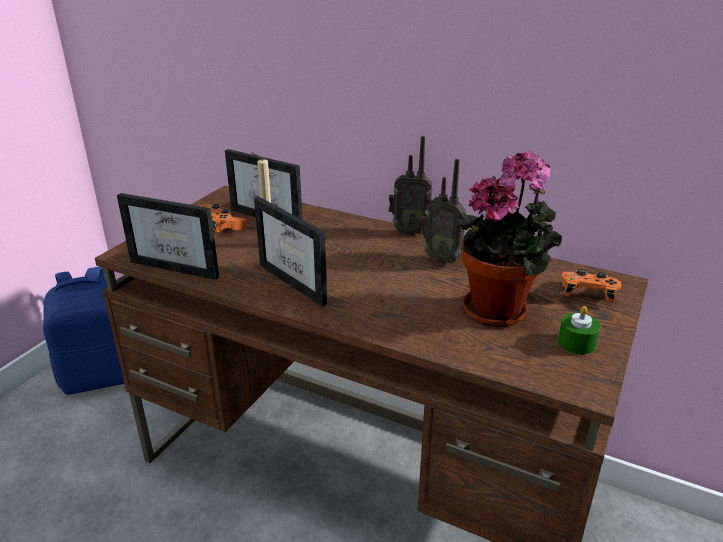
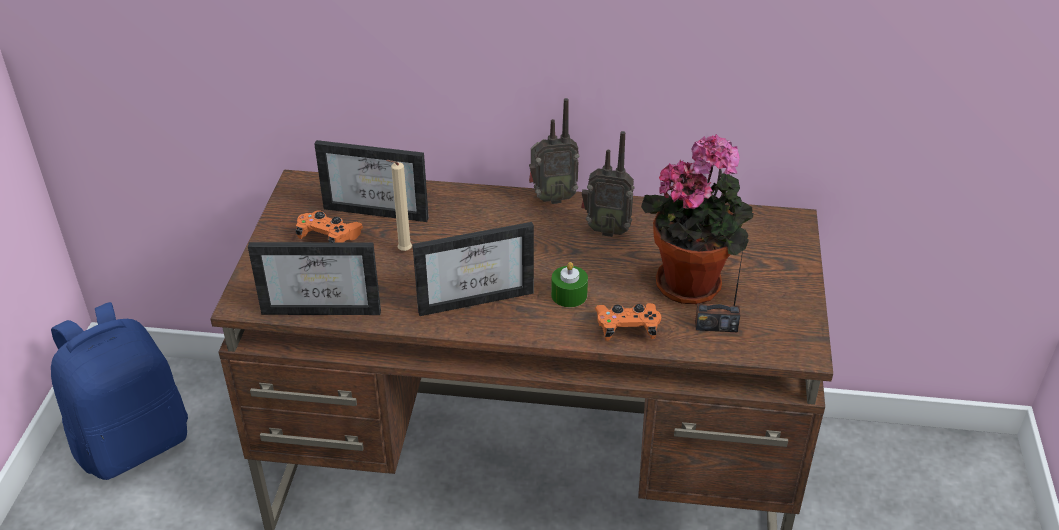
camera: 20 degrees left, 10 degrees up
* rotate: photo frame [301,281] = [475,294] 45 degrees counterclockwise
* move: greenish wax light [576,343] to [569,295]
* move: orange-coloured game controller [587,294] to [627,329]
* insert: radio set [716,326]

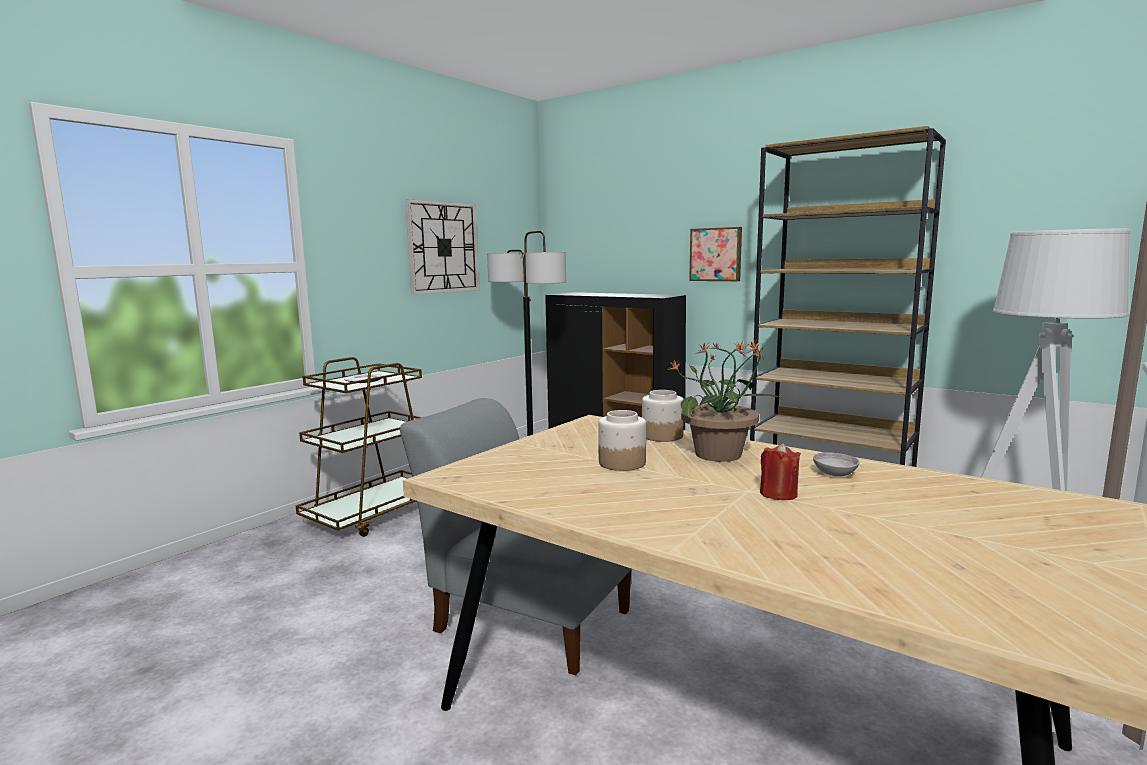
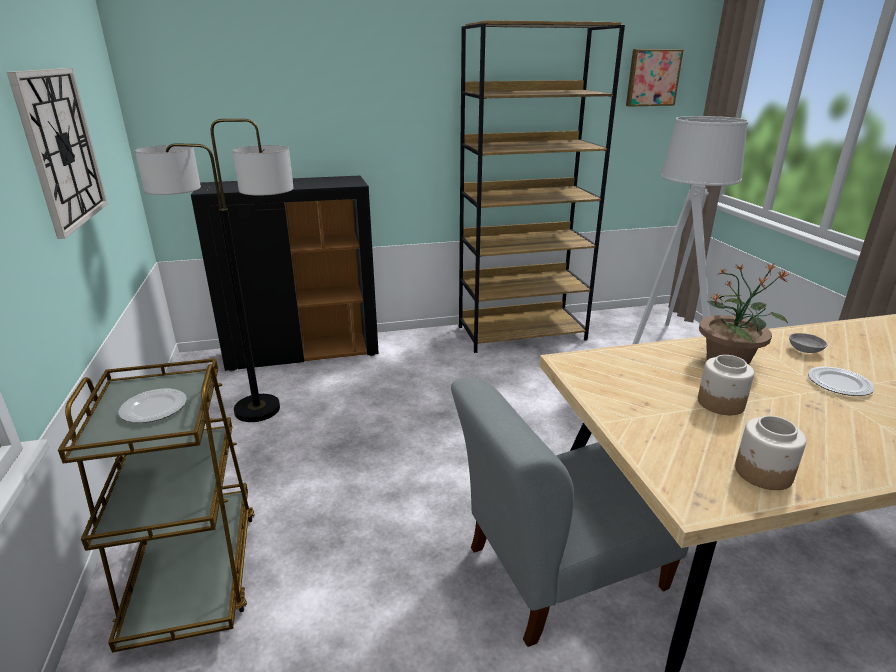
camera: 50 degrees left, 15 degrees up
* move: wall picture [716,254] to [652,77]
* move: jar [661,436] to [763,473]
* replace: reddish wax light [778,494] to dinner plate [839,384]

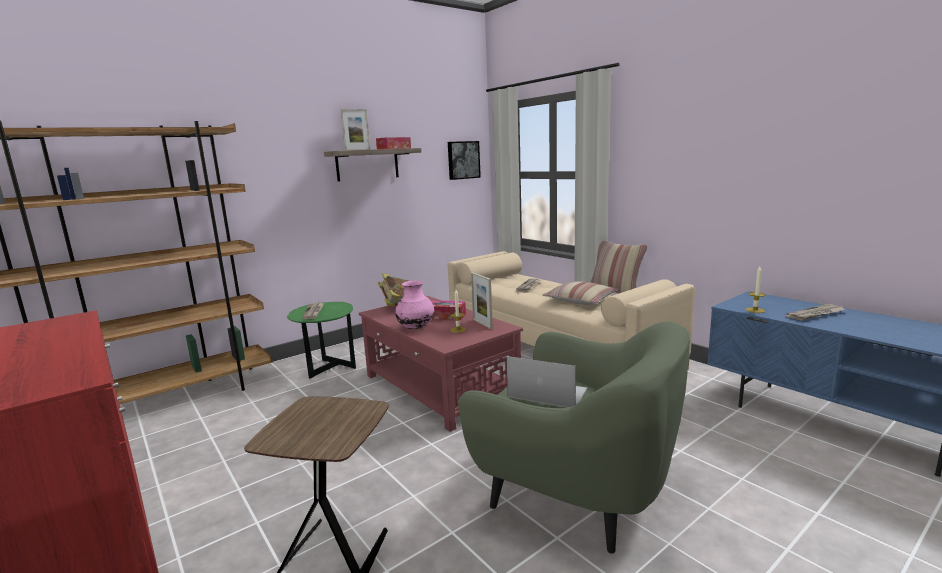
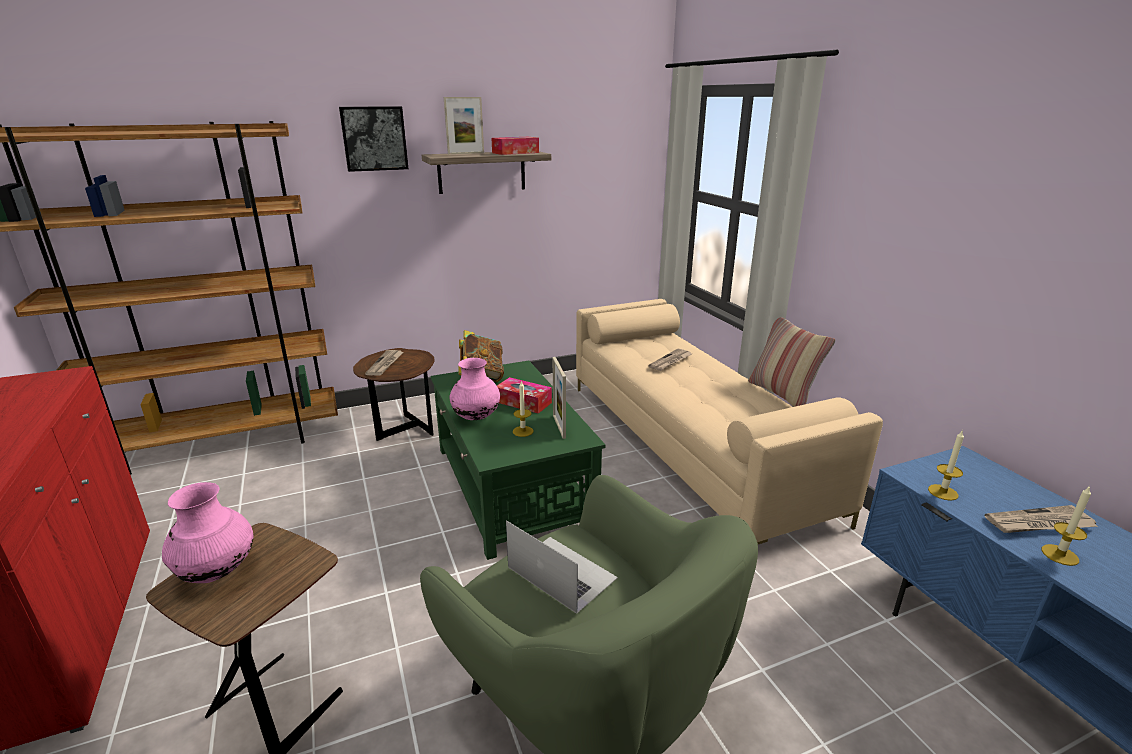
camera: 15 degrees right, 10 degrees up
* insert: pink vase [217,572]
* move: wall picture [463,160] to [374,138]
* recolor: greenish side table [328,370] to brown side table [403,431]
* recolor: reddish coffee table [439,387] to greenish coffee table [511,486]
* insert: wax light [1060,555]
* delete: cushion [580,300]

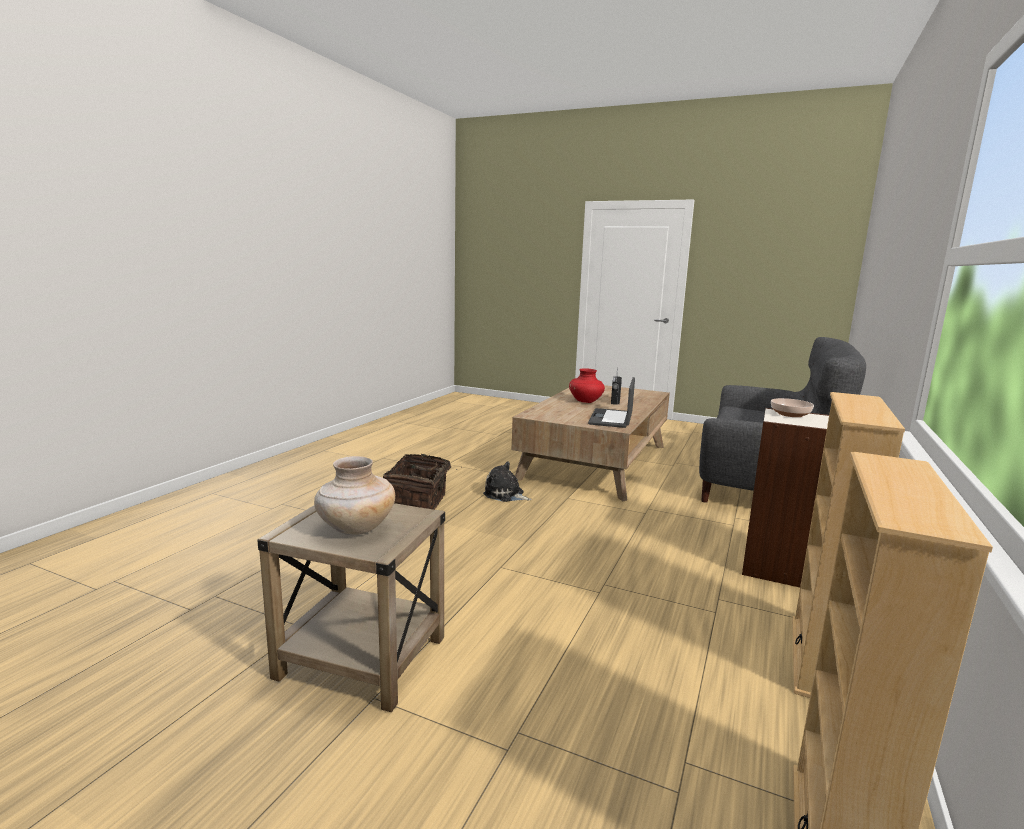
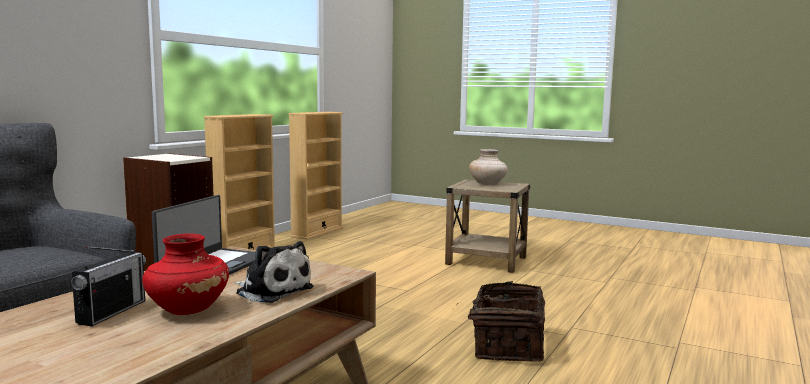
camera: 175 degrees left, 5 degrees down
* move: cuddly toy [505,495] to [272,291]
* delete: deep dish [790,414]

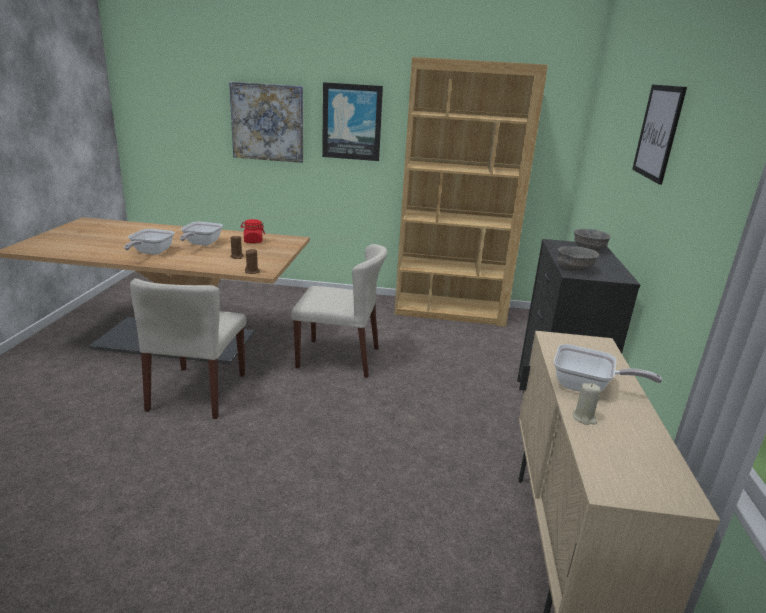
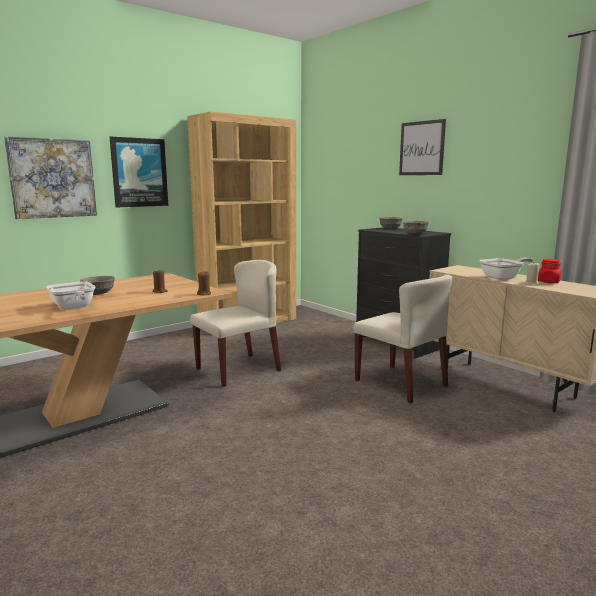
camera: 45 degrees left, 10 degrees down
* replace: skillet [201,244] to greyish deep dish [98,294]
* move: beige-coloured chair [198,392] to [401,383]
* move: reddish jar [253,241] to [548,282]

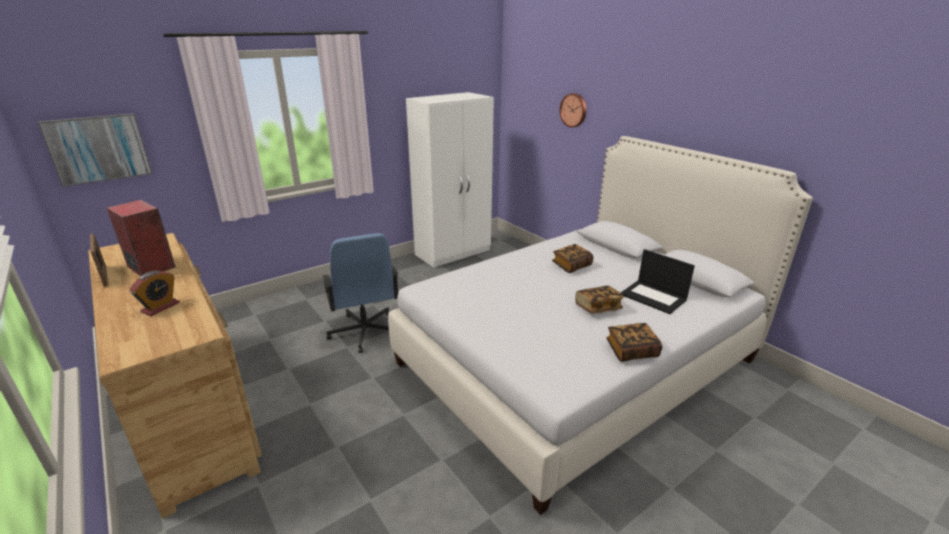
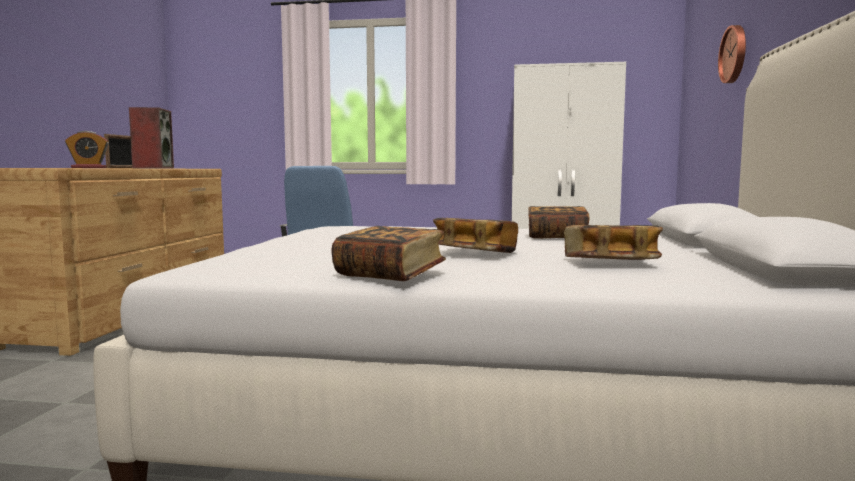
camera: 45 degrees right, 20 degrees down
* replace: laptop [654,297] to book [610,263]
* delete: wall picture [98,148]

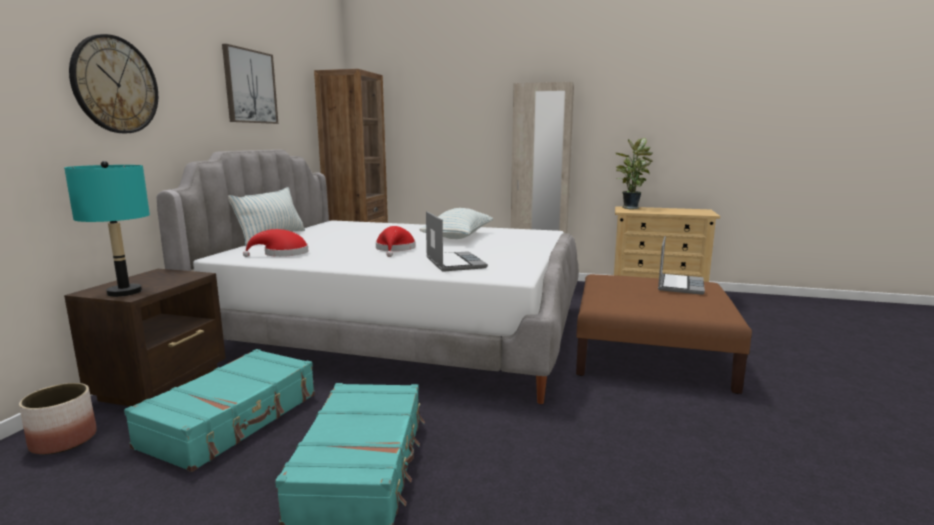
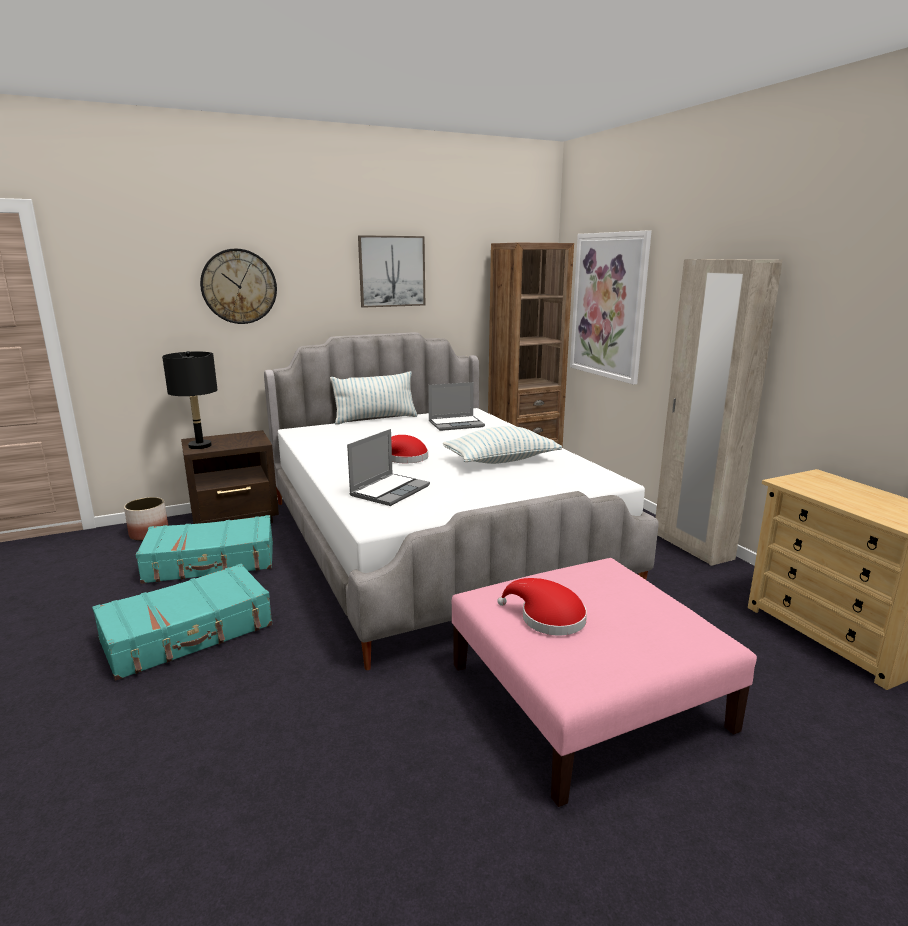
camera: 50 degrees right, 5 degrees up
* recolor: turquoise table lamp [124,292] to black-coloured table lamp [199,446]
* move: laptop [679,285] to [456,424]
* recolor: brown footrest [649,354] to pink footrest [586,696]
* move: reddish hat [282,254] to [547,618]
* insert: wall picture [608,306]
* delete: plant in a pot [630,208]

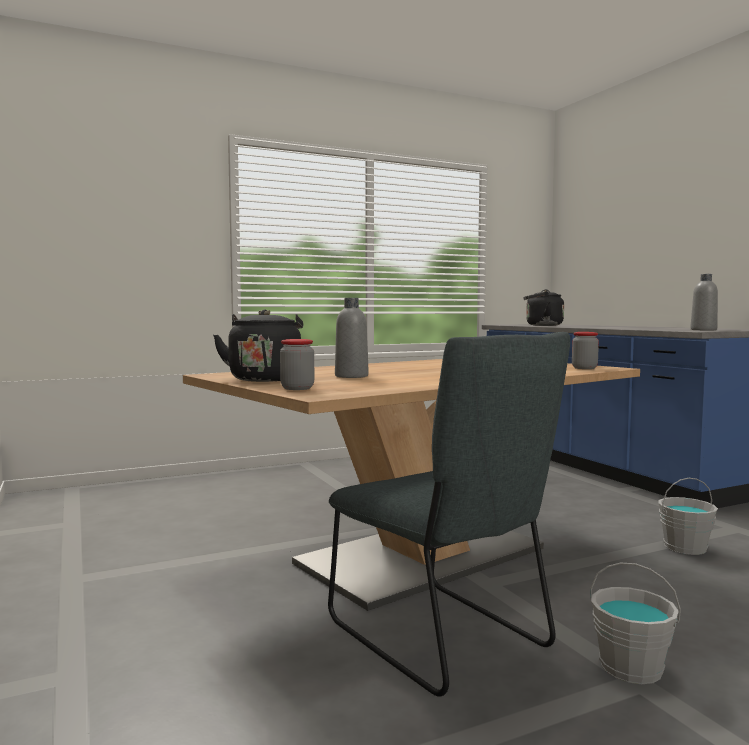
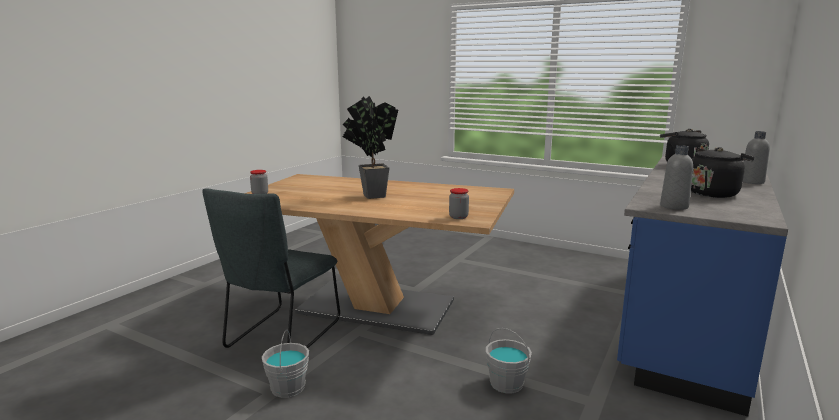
camera: 55 degrees right, 10 degrees up
* insert: plant in a pot [370,195]
* move: black-coloured kettle [265,379] to [713,193]
* move: greyish beverage bottle [351,376] to [751,182]

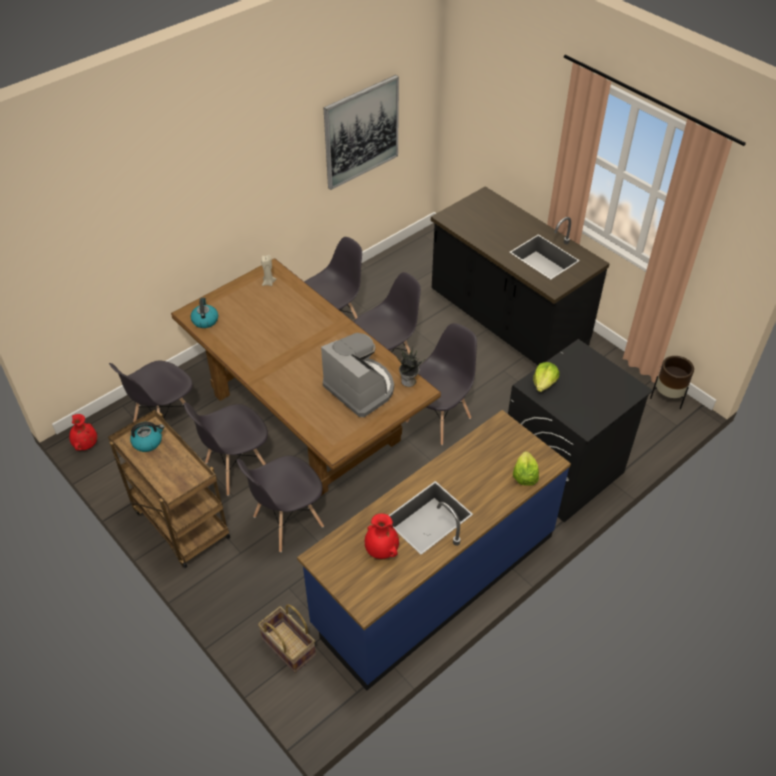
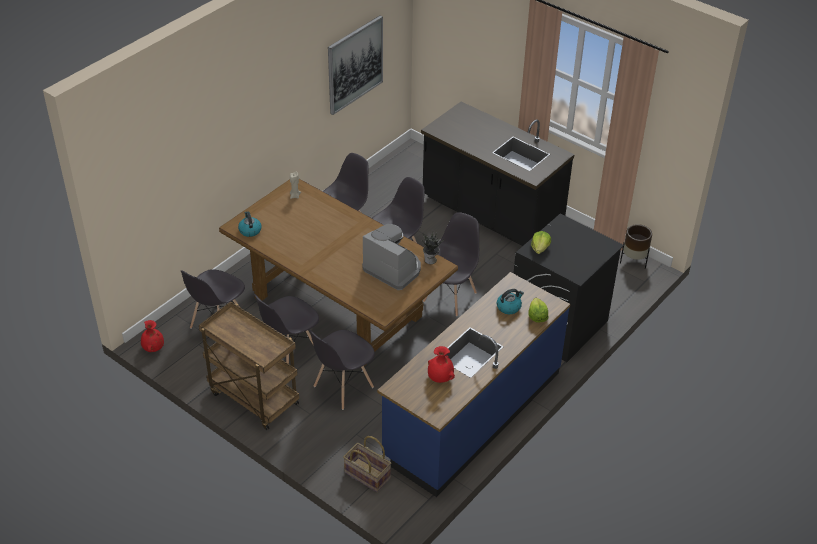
camera: 10 degrees left, 5 degrees down
* move: kettle [148,442] to [509,307]

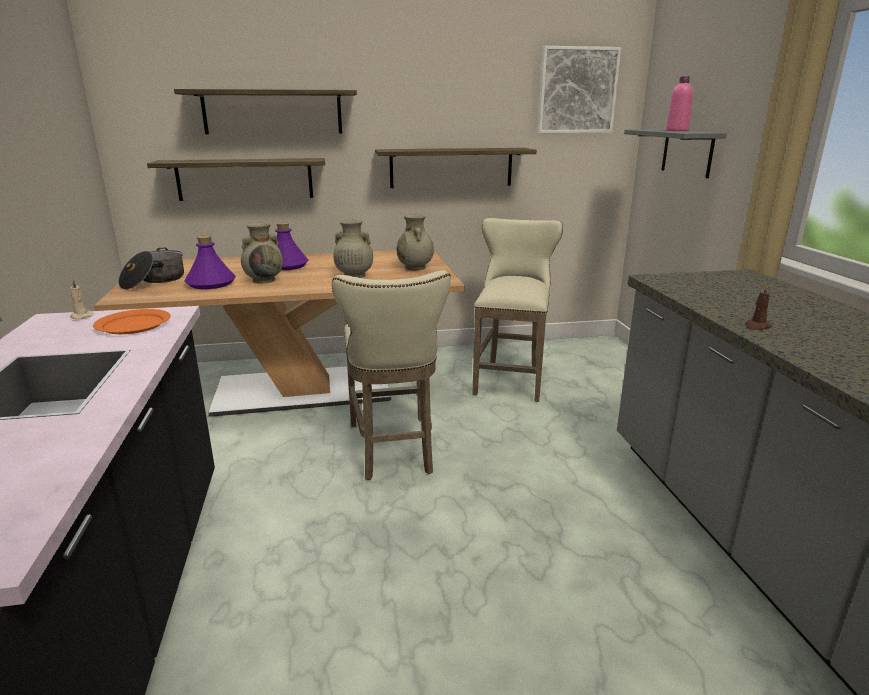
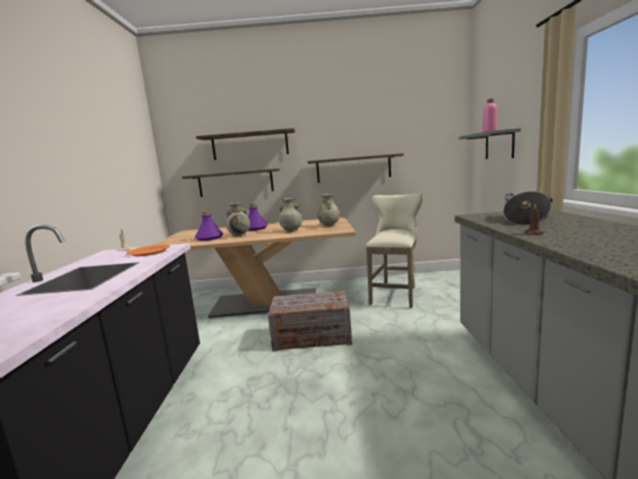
camera: 10 degrees right, 10 degrees down
* replace: beige-coloured stool [392,451] to crate [311,336]
* move: saucepot [154,281] to [525,219]
* delete: wall picture [577,90]

